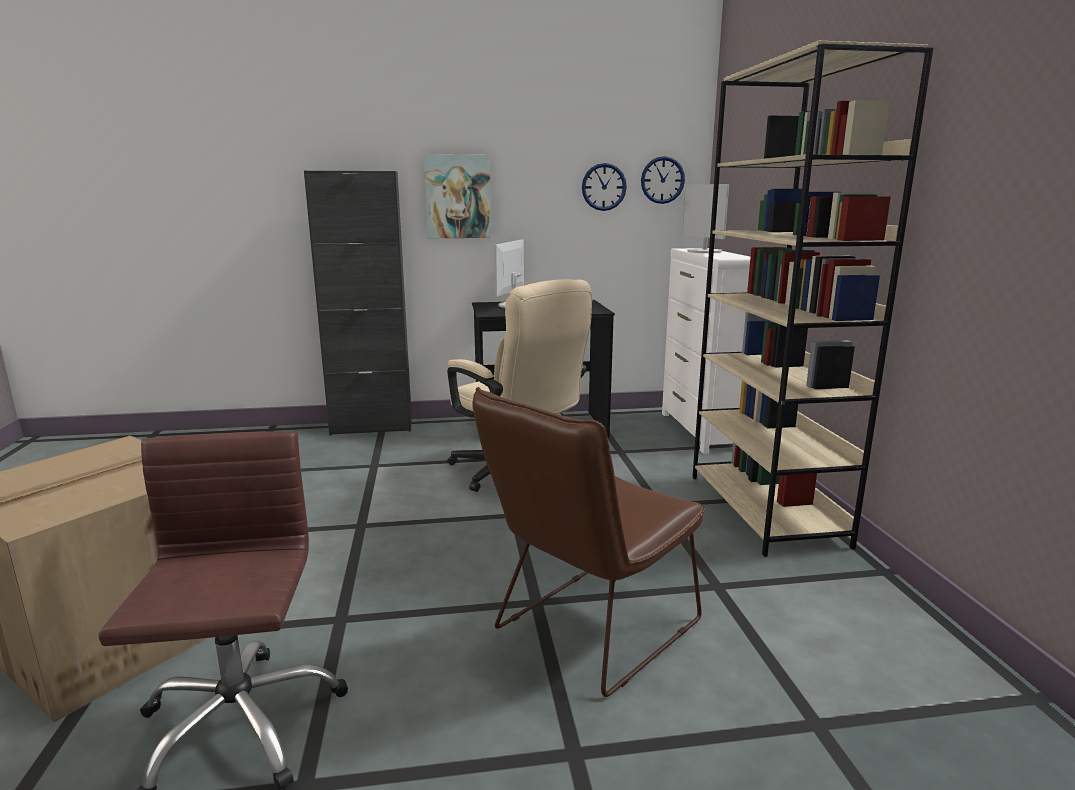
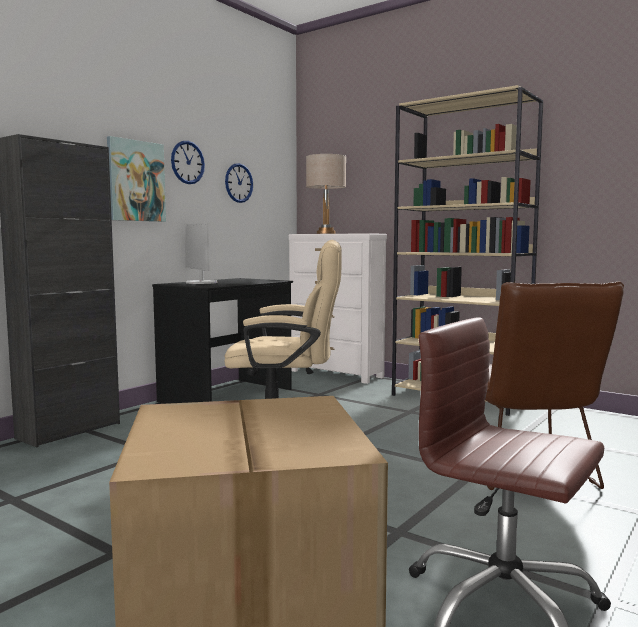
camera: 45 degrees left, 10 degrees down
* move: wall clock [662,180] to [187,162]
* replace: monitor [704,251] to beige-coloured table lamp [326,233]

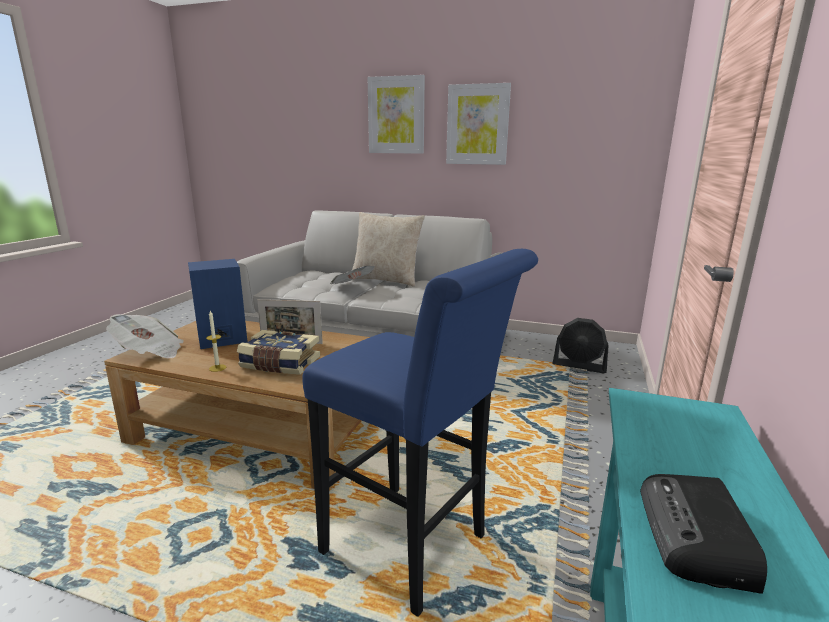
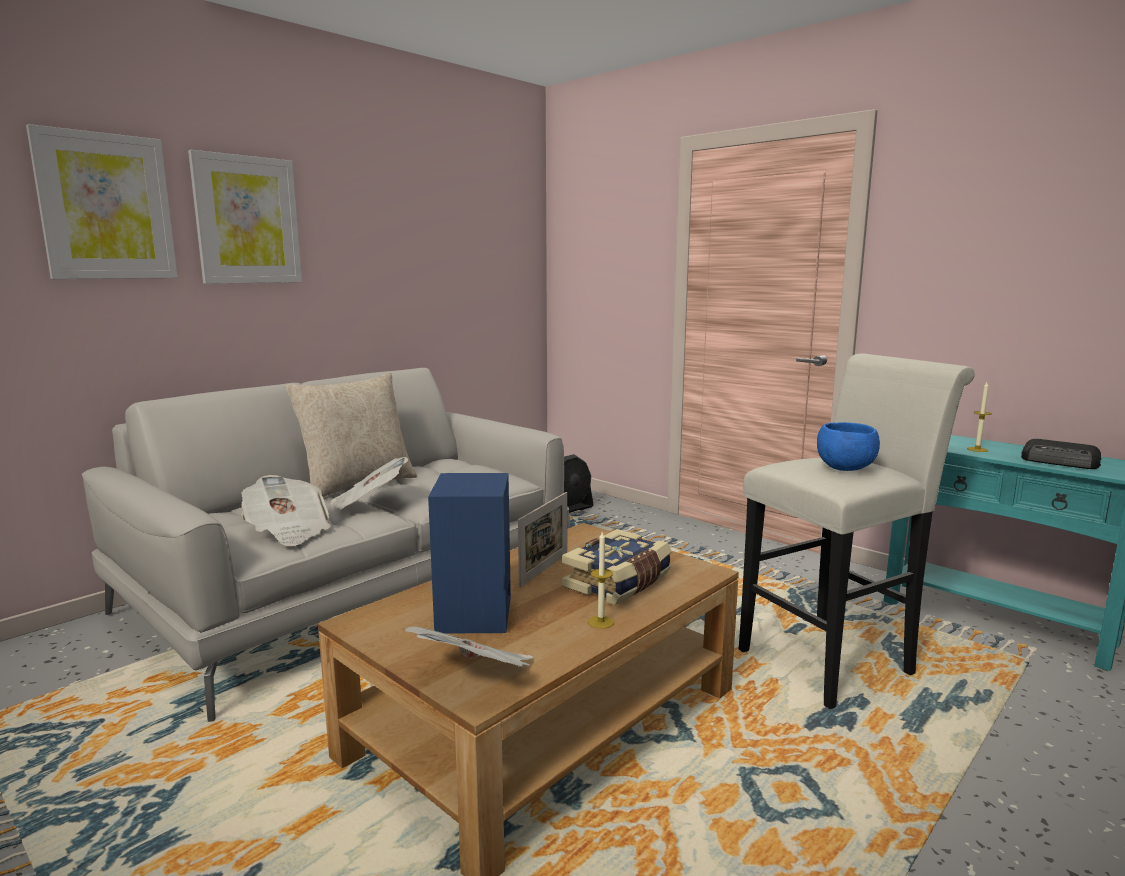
camera: 65 degrees left, 5 degrees down
* move: wall picture [477,125] to [106,207]
* insert: newspaper [288,531]
* recolor: blue-coloured stool [413,550] to whitish stool [833,659]
* insert: blue-coloured deep dish [845,469]
* insert: wax light [977,449]

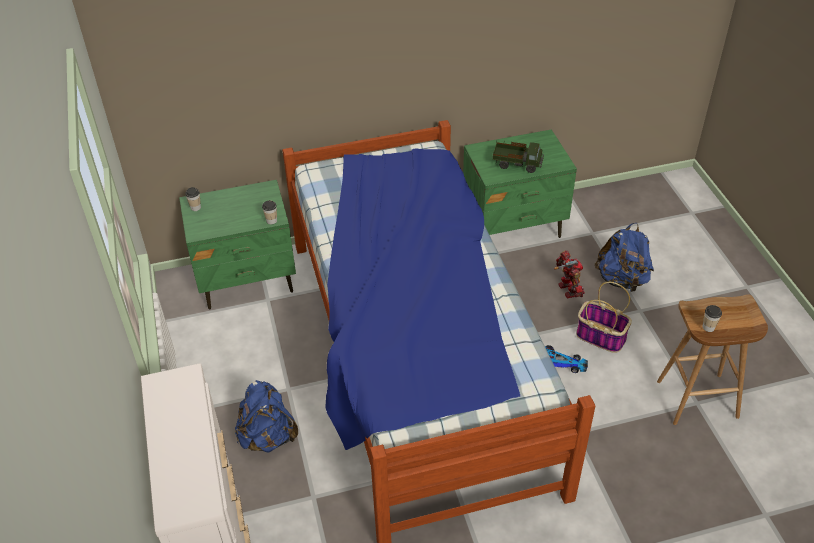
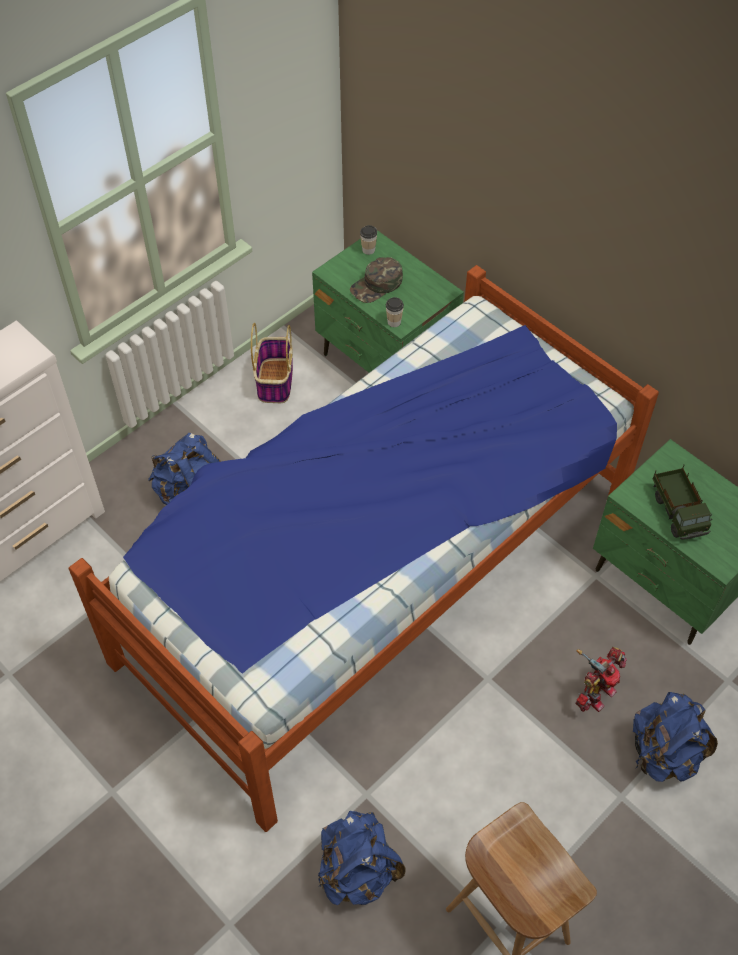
camera: 60 degrees right, 10 degrees up
* move: household basket [599,336] to [275,380]
* insert: blue-coloured knapsack [358,870]
* insert: greenish peaked cap [377,285]
* delete: miniature car [561,363]
* delete: small cup [708,327]

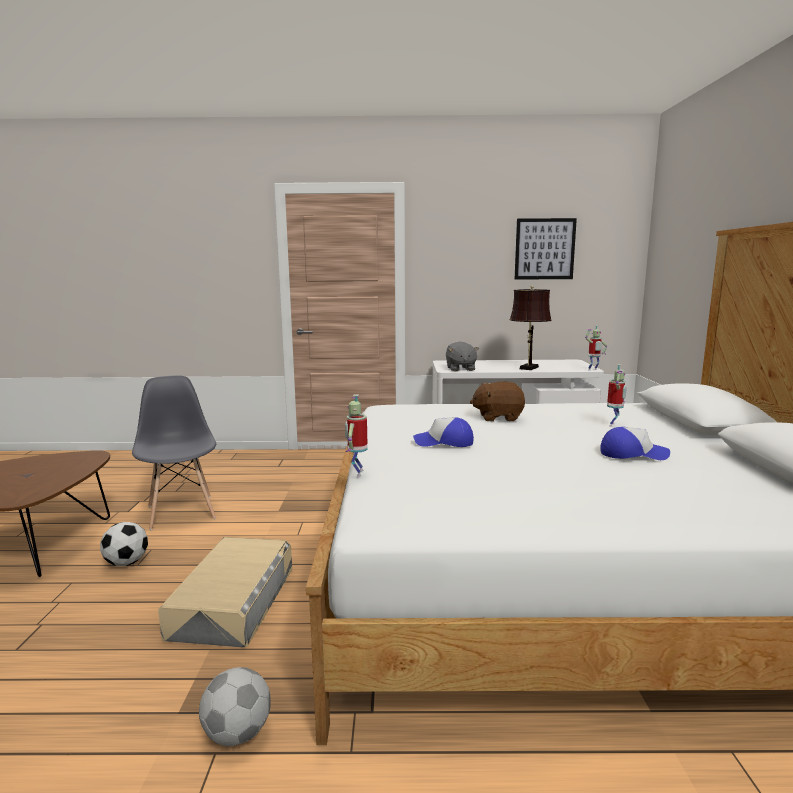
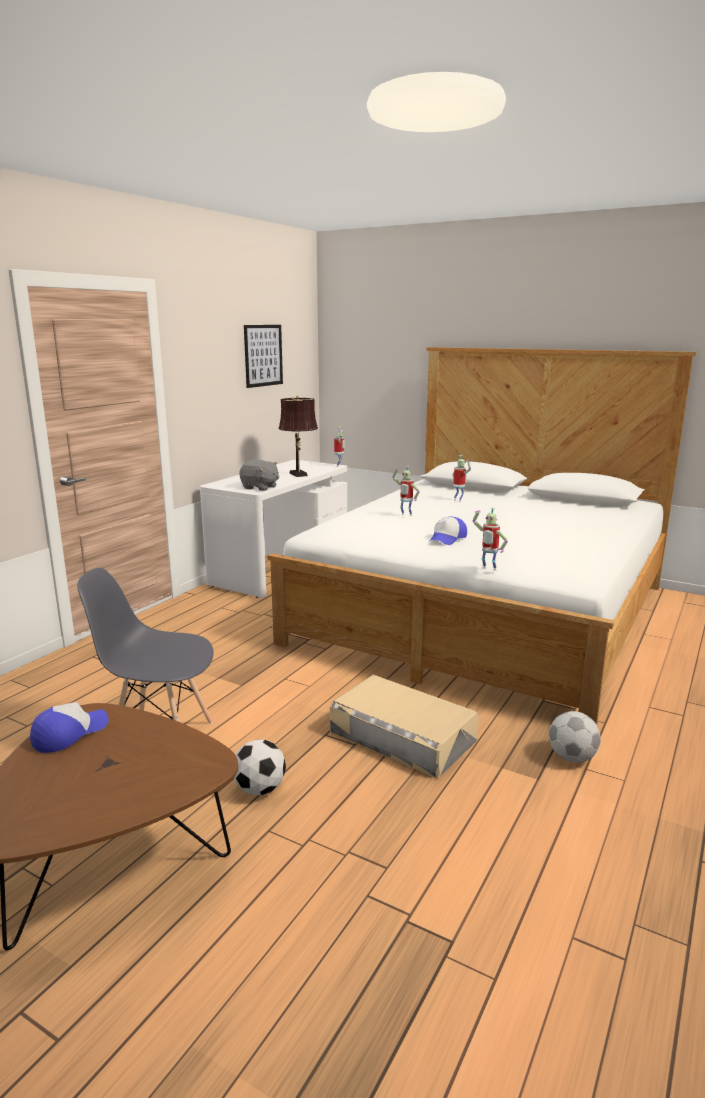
camera: 60 degrees left, 5 degrees up
* move: peaked cap [632,454] to [69,733]
* replace: brown cuddly toy [498,417] to model robot [405,515]

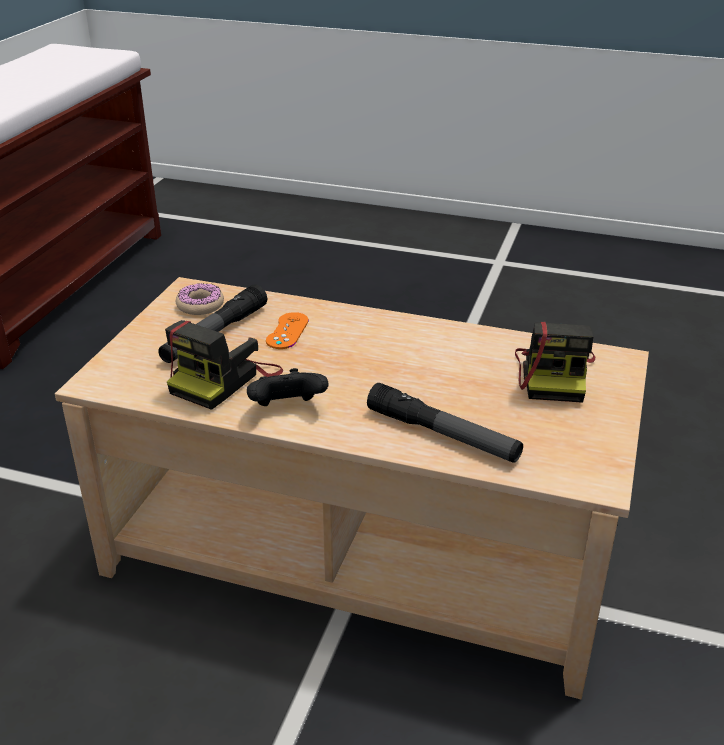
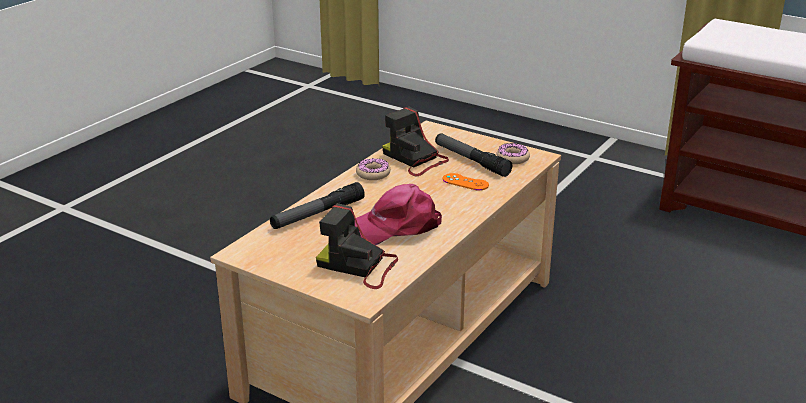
camera: 105 degrees right, 5 degrees down
* insert: pink peaked cap [395,227]
* replace: black-coloured game controller [287,409] to ring doughnut [373,174]

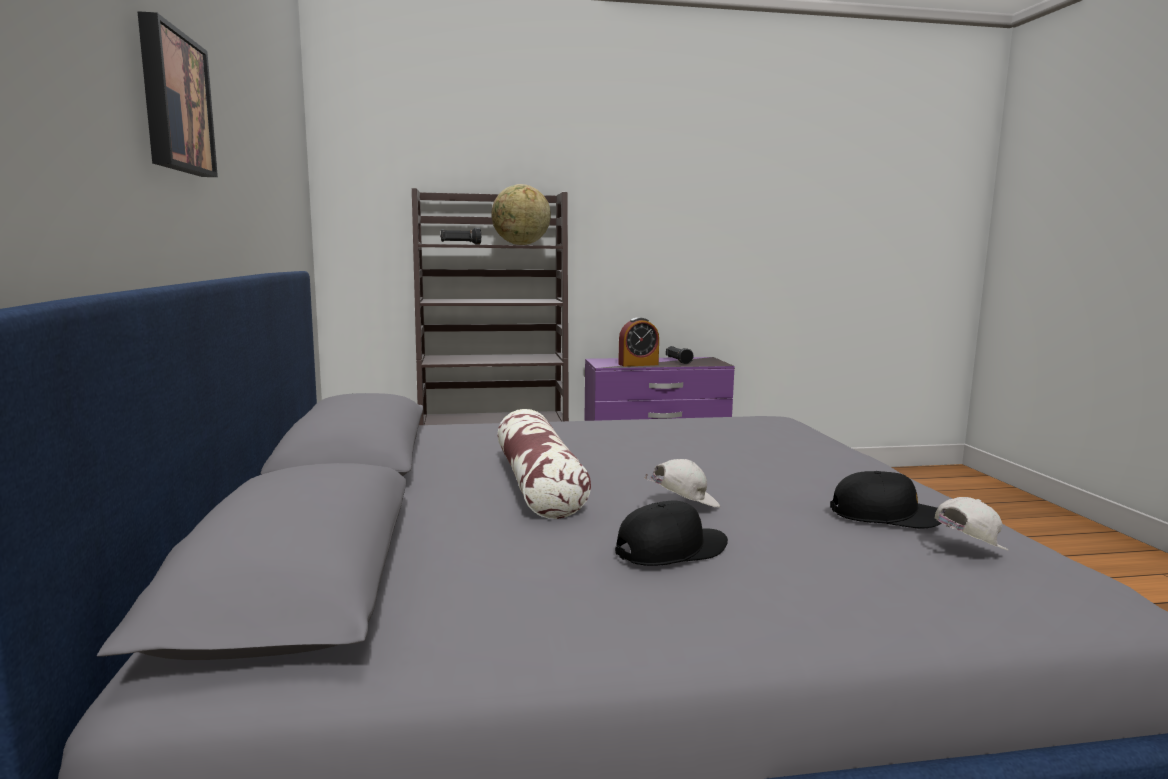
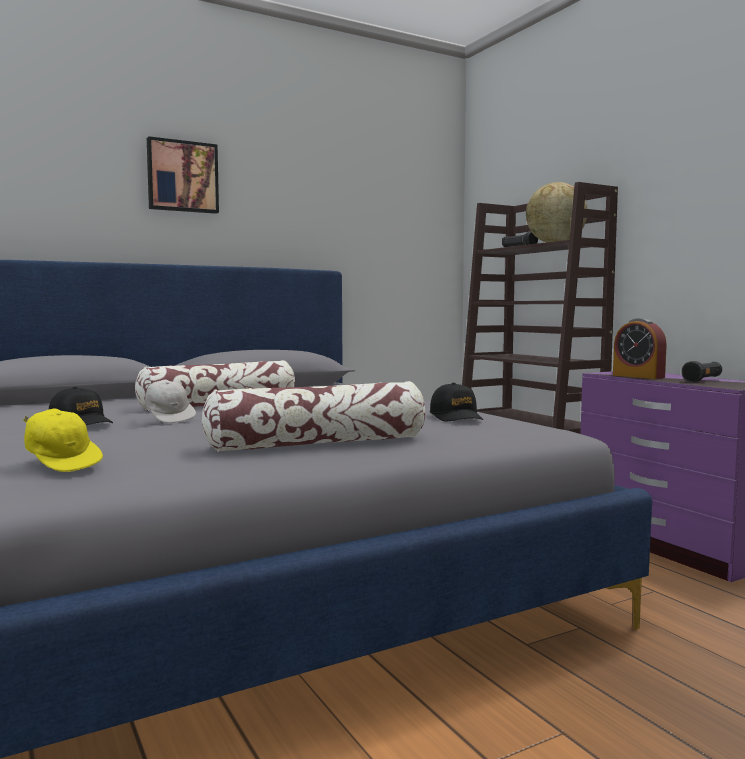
camera: 70 degrees right, 5 degrees down
* recolor: whitish peaked cap [965,551] to yellowish peaked cap [62,463]
* insert: cushion [318,443]
* move: black-coloured peaked cap [886,516] to [456,417]

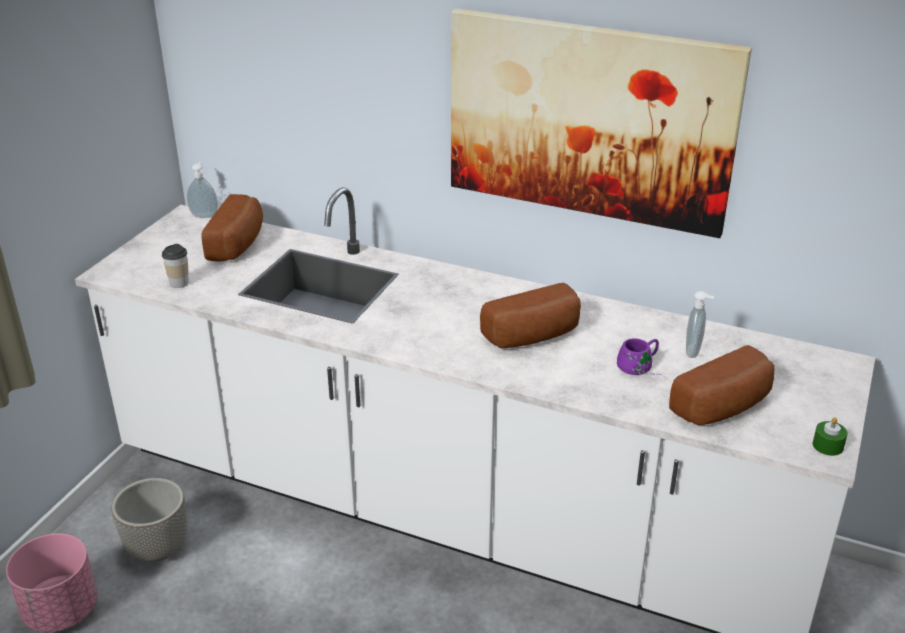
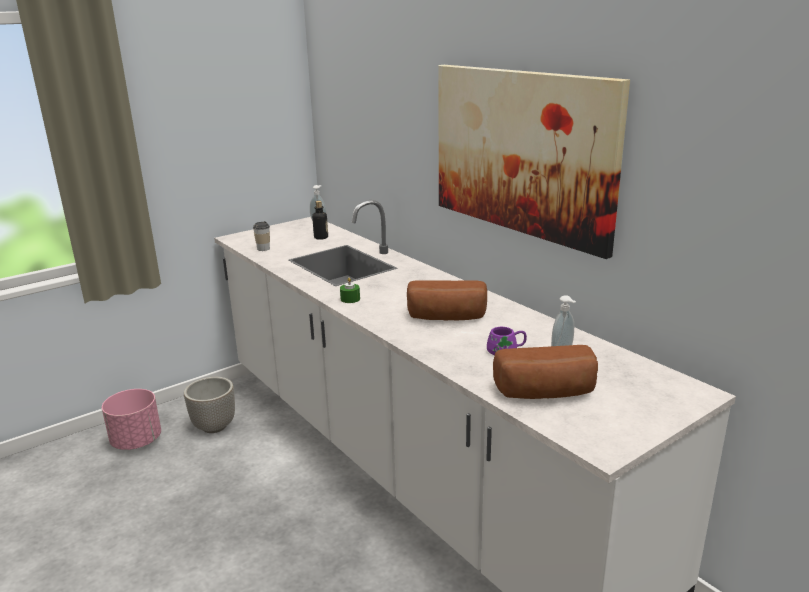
camera: 30 degrees right, 10 degrees down
* replace: bread [239,243] to beverage bottle [321,237]
* move: greenish wax light [828,446] to [350,299]

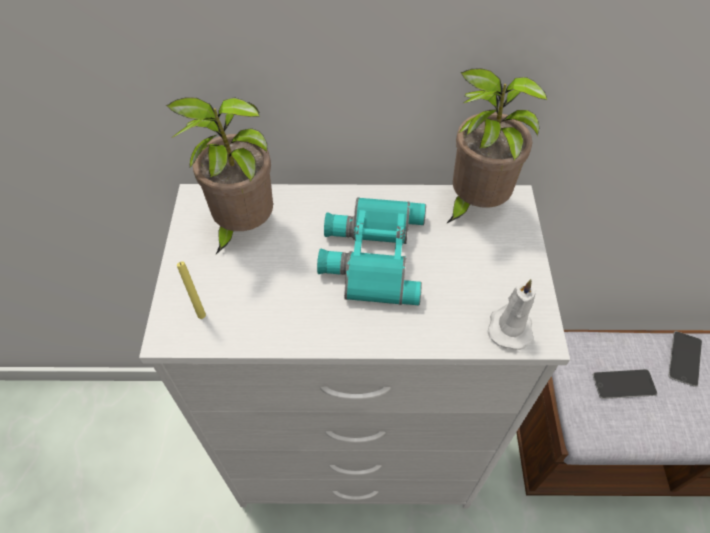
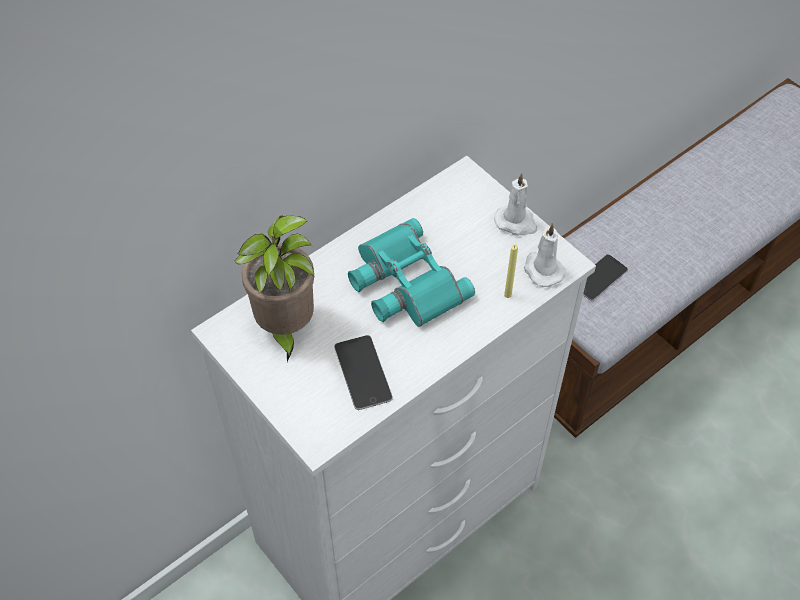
camera: 40 degrees left, 0 degrees up
* move: handset [685,358] to [363,372]
* insert: whitish wax light [516,222]
* move: yellowish wax light [201,315] to [507,295]
* delete: plant in a pot [474,204]

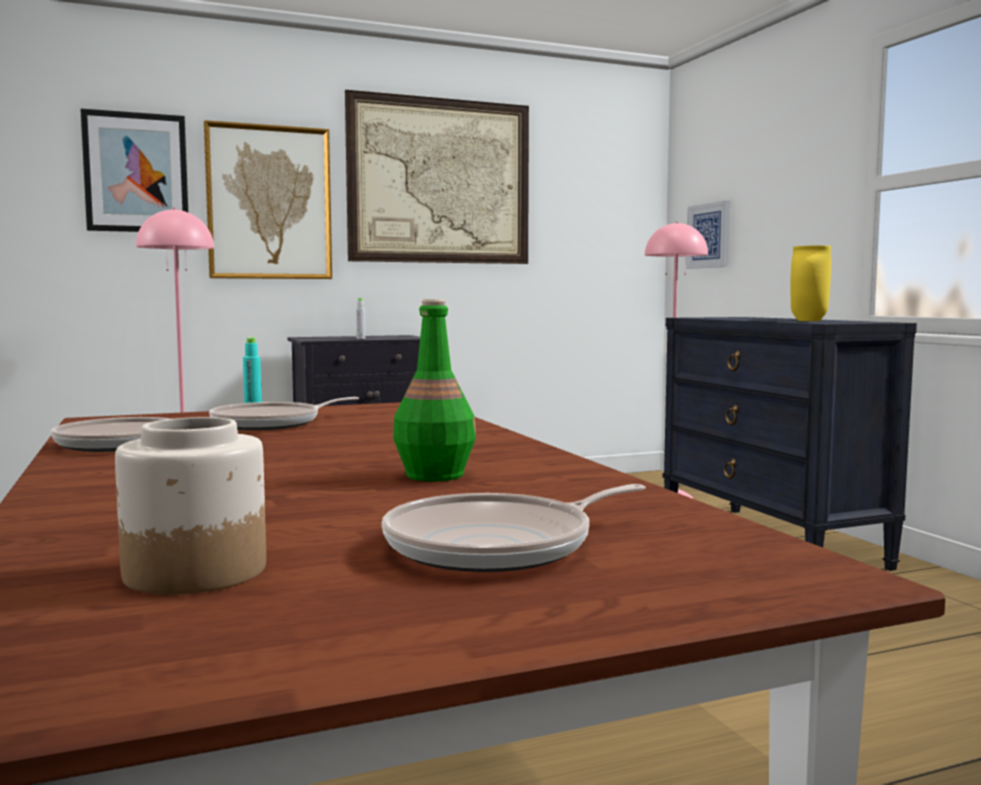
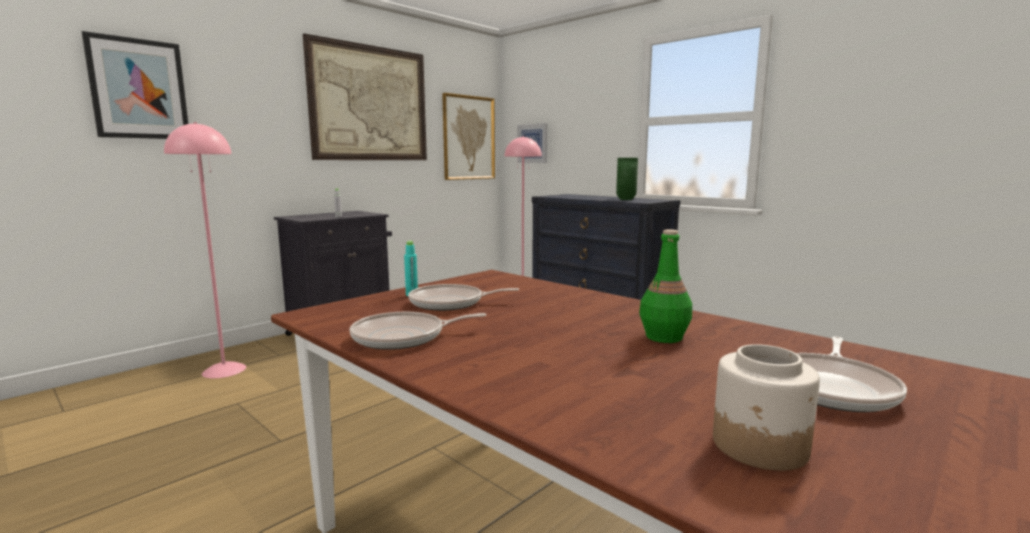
camera: 25 degrees left, 5 degrees up
* rotate: skillet [272,424] = [450,303] 60 degrees clockwise
* move: wall picture [269,203] to [468,138]
* recolor: yellowish vase [807,321] to greenish vase [625,199]

